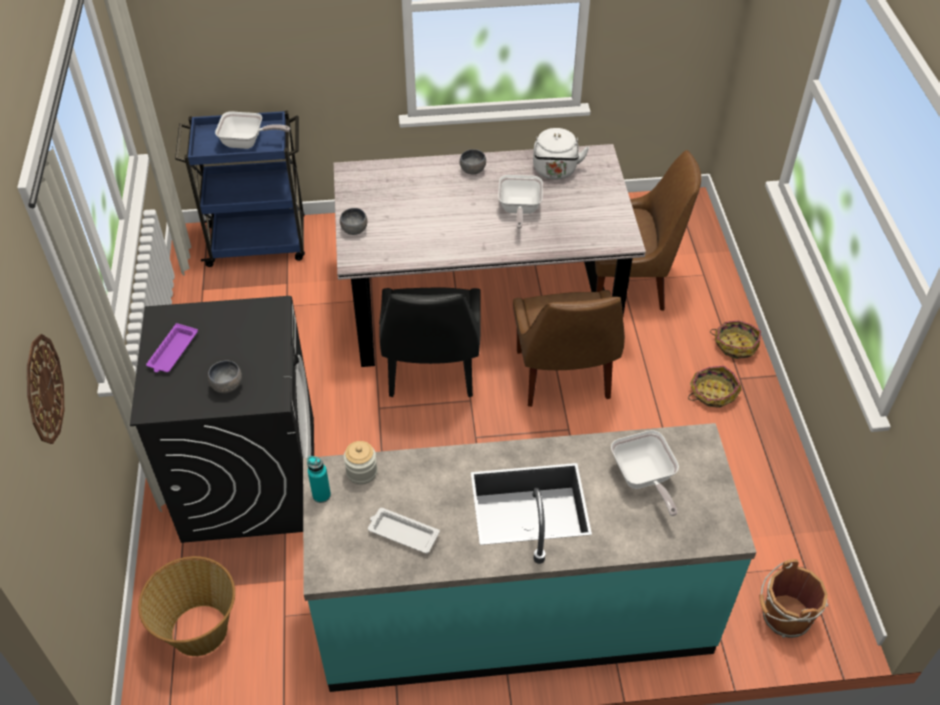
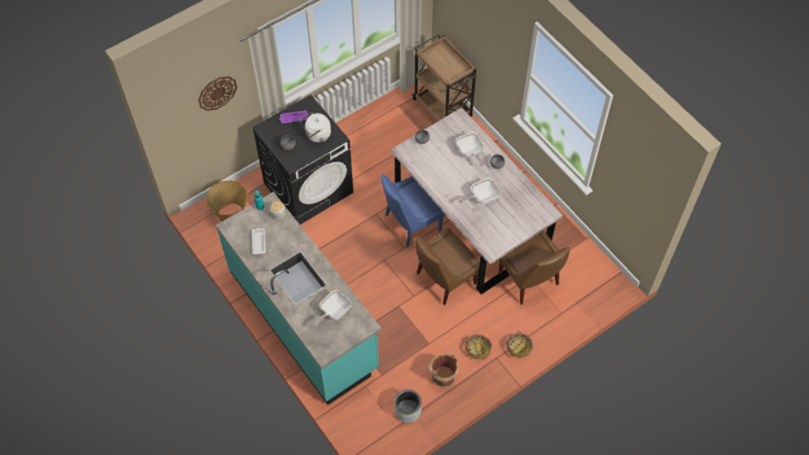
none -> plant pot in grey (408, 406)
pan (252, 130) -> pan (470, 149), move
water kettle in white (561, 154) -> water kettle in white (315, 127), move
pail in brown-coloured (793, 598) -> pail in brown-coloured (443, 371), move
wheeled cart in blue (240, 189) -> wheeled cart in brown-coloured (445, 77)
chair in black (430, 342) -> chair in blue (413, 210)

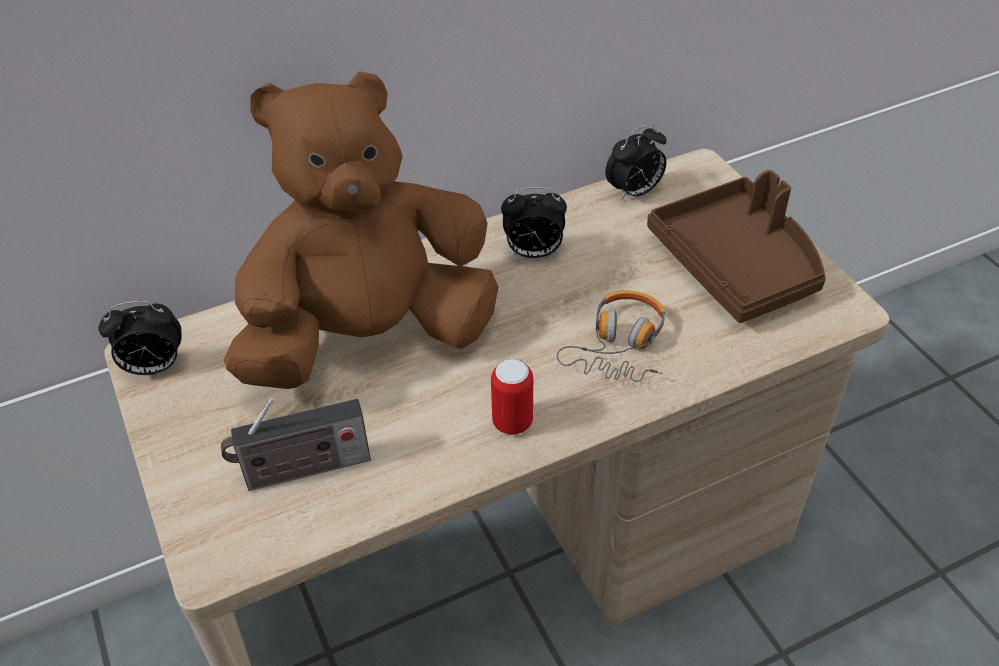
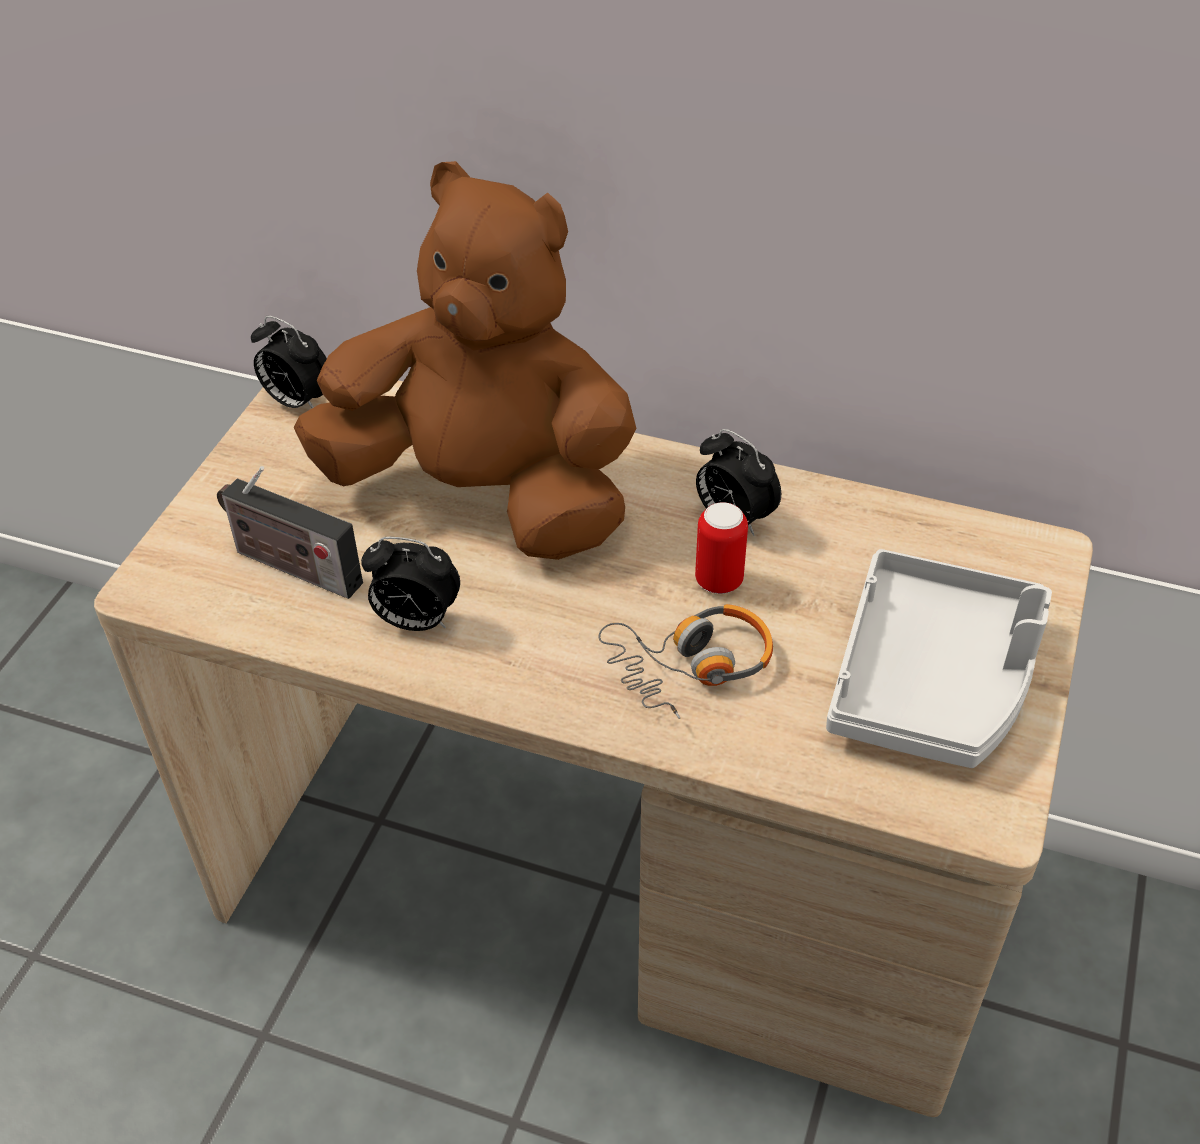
sealed can (512, 397) -> sealed can (721, 548), move
bedside clock (635, 162) -> bedside clock (410, 584), move
serving tray in brown-coloured (736, 246) -> serving tray in grey (939, 658)

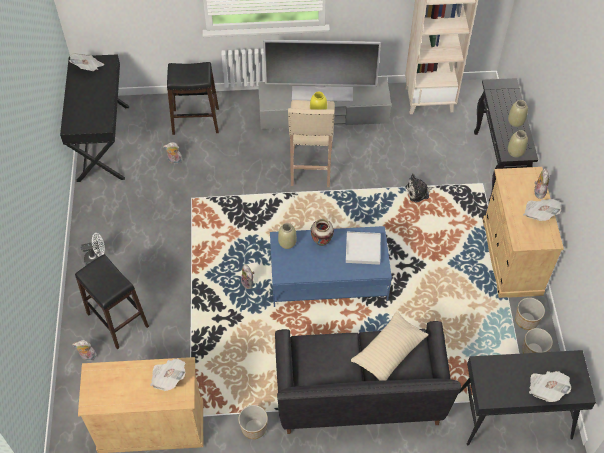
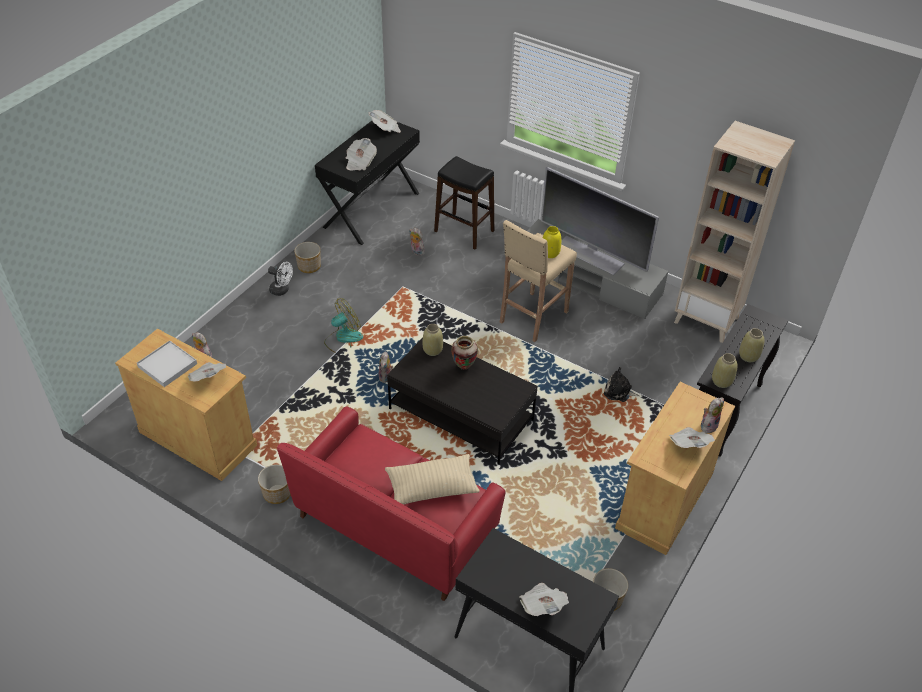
stool seat in black (112, 301) -> none
none -> electric fan (343, 325)
none -> printed paper (361, 154)
serving tray in white (363, 248) -> serving tray in white (167, 363), move
plant pot (530, 314) -> plant pot (307, 257), move
coffee table in blue (331, 266) -> coffee table in black (462, 401)
sofa in black (368, 377) -> sofa in red-coloured (391, 503)

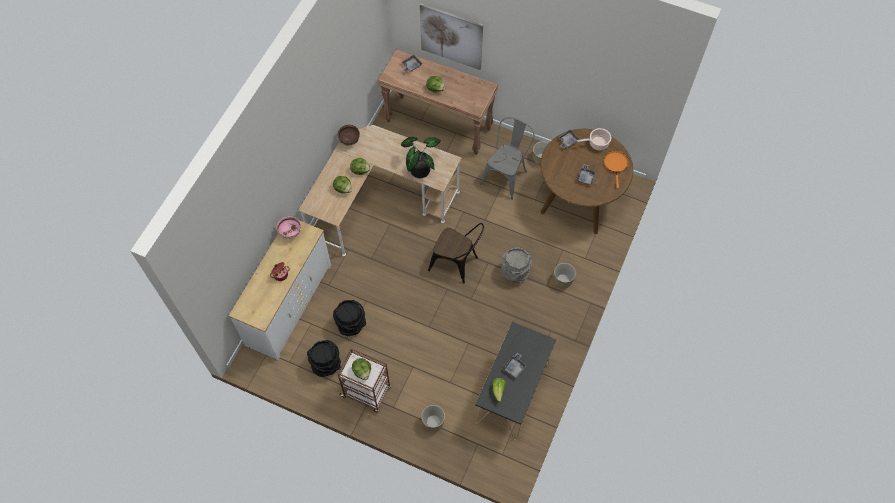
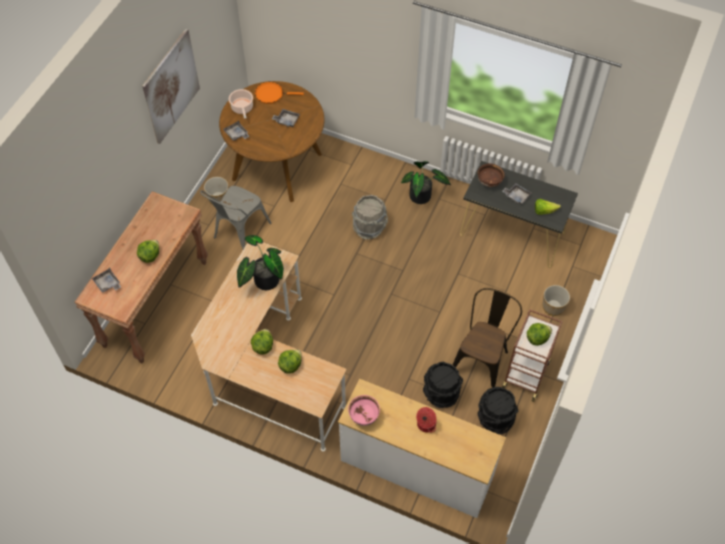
plant pot (565, 275) -> none
none -> potted plant (426, 182)
serving bowl in brown-coloured (349, 135) -> serving bowl in brown-coloured (491, 175), move
picture (451, 36) -> picture (171, 86), move
chair in brown-coloured (456, 253) -> chair in brown-coloured (487, 338), move
chair in grey (507, 158) -> chair in grey (236, 217), 90 degrees counterclockwise

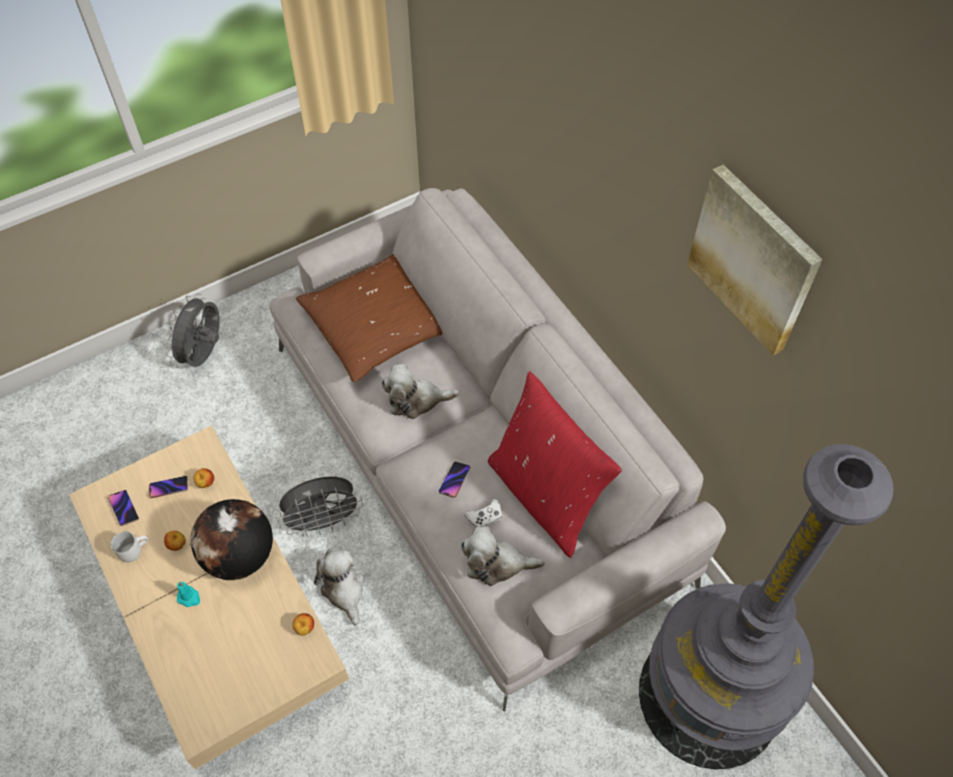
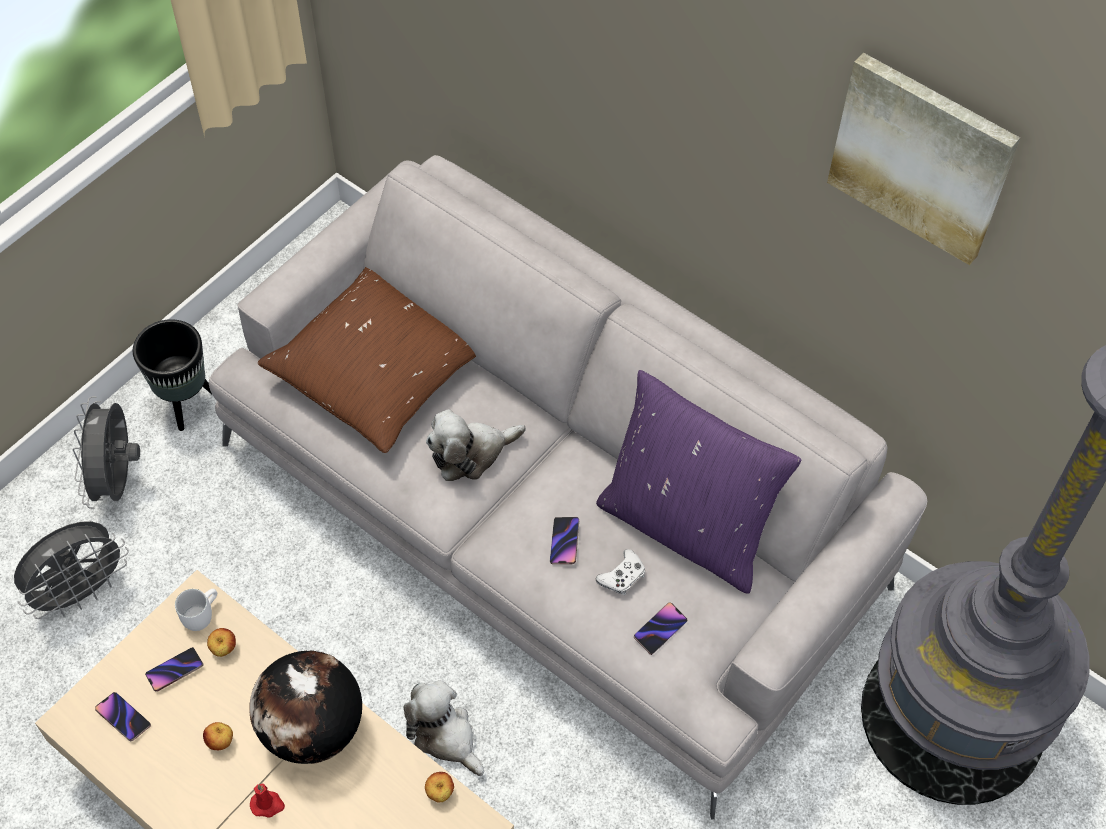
none -> plant pot in black (172, 375)
coffee mug in white (129, 546) -> coffee mug in white (196, 610), move
electric fan in grey (320, 507) -> electric fan in grey (71, 570), move
plush toy (503, 556) -> telephone (660, 628)
wax light in blue-green (188, 594) -> wax light in red-coloured (267, 801)
throw pillow in red-coloured (555, 464) -> throw pillow in purple (699, 482)

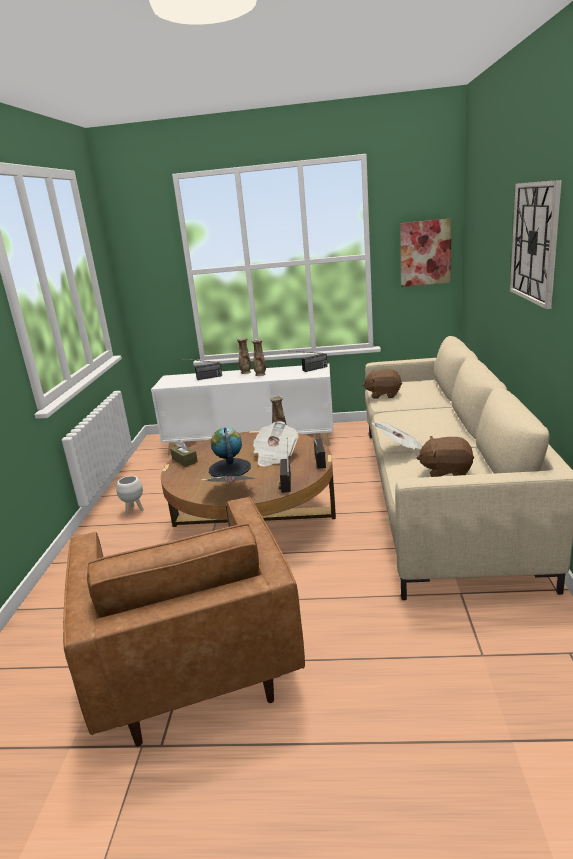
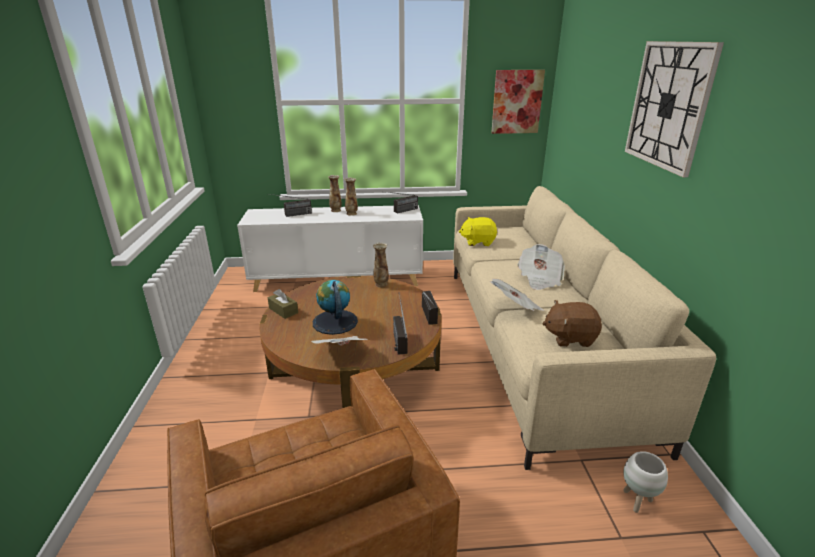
plant pot in white (130, 495) -> plant pot in white (645, 482), move
printed paper (276, 443) -> printed paper (541, 267), move
plush toy in brown-coloured (382, 384) -> plush toy in yellow (478, 231)

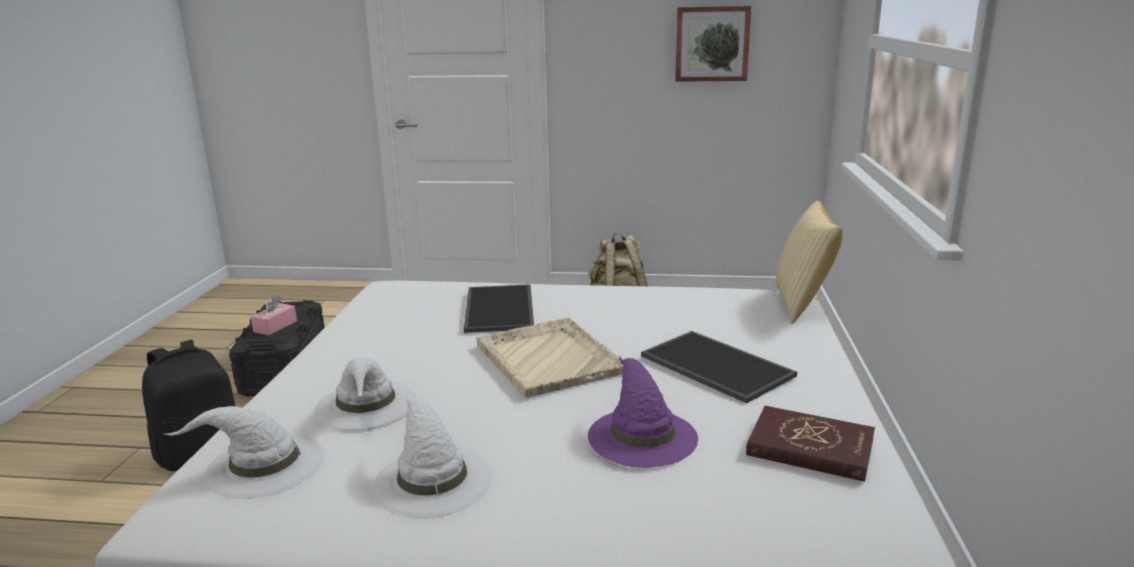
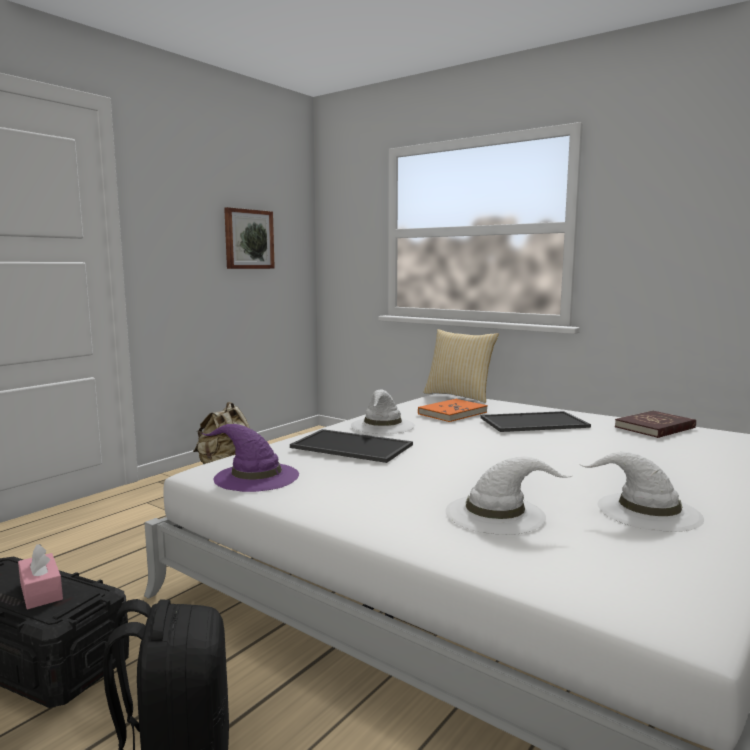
serving tray in sand-coloured (550, 357) -> none
none -> volume in orange-coloured (453, 410)
hat in white (244, 452) -> hat in white (383, 412), move
hat in purple (643, 412) -> hat in purple (250, 458), move

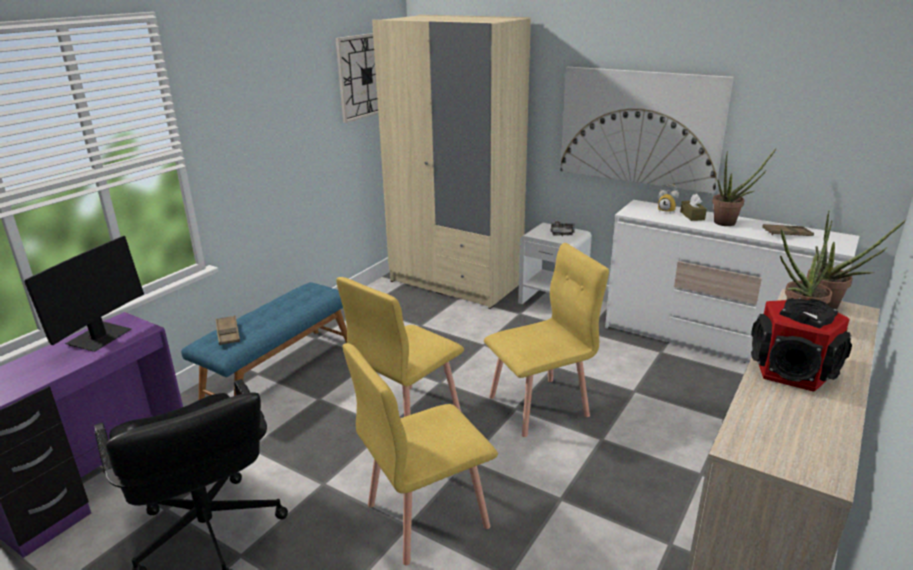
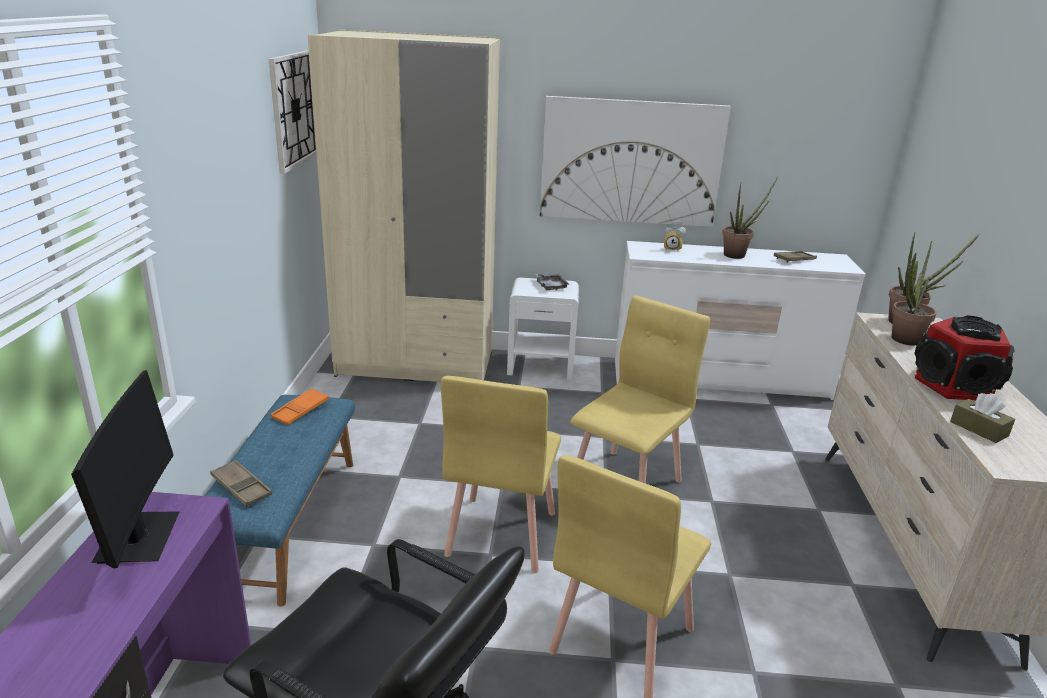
none -> serving tray in orange-coloured (300, 406)
tissue holder in brown-coloured (693, 207) -> tissue holder in brown-coloured (982, 418), move

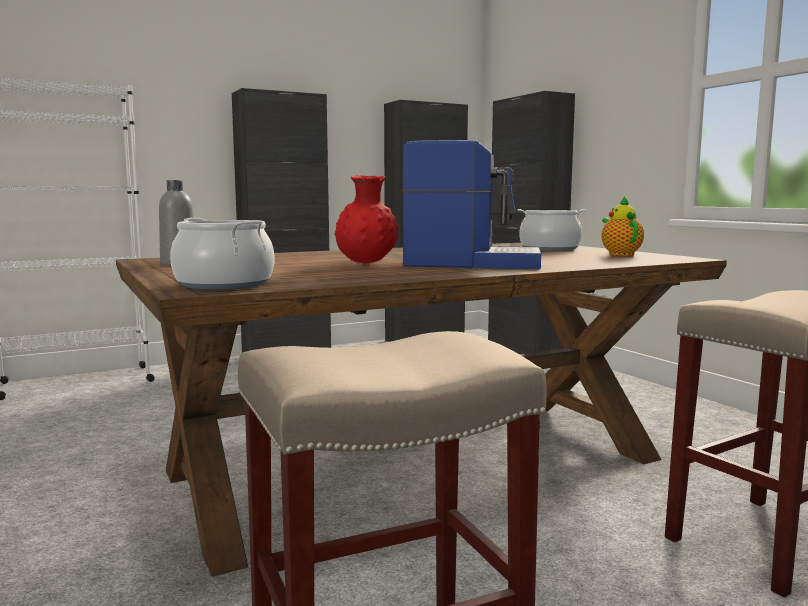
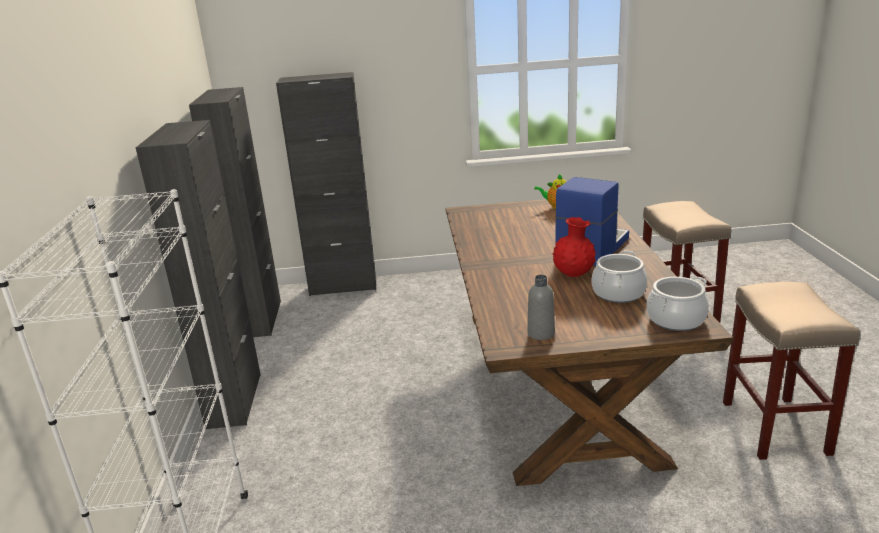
saucepot (551, 230) -> saucepot (619, 277), move

